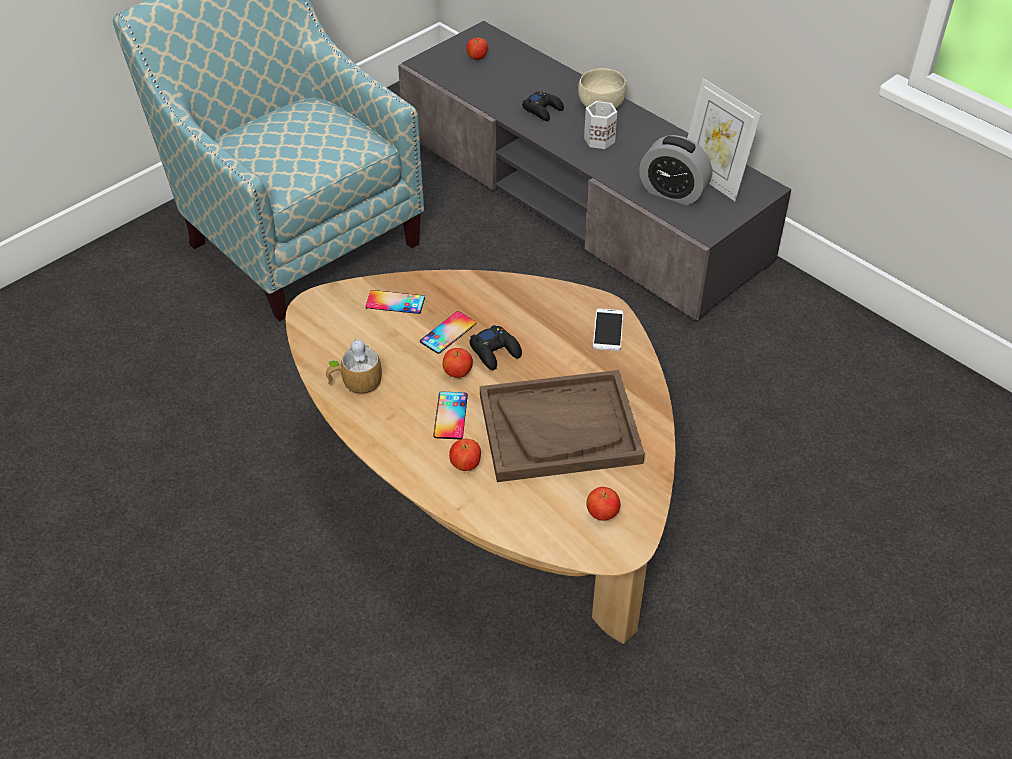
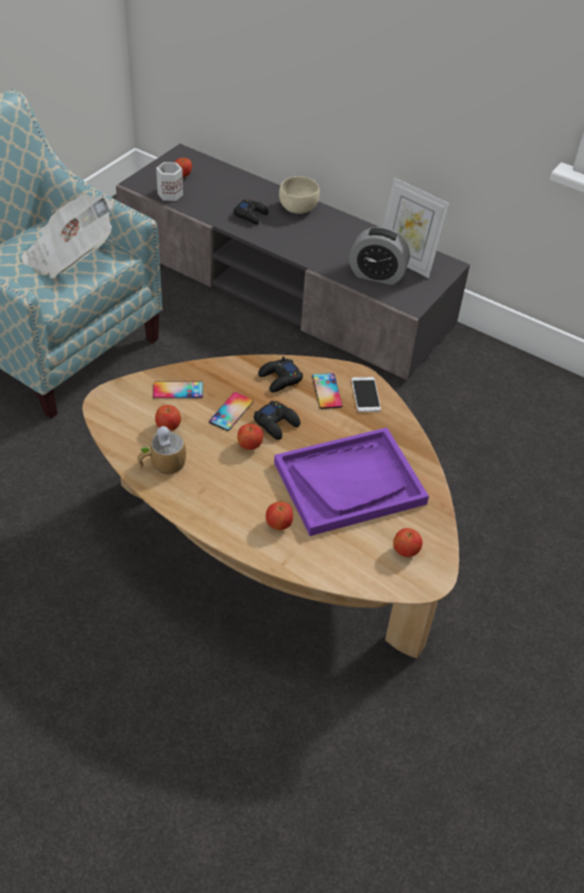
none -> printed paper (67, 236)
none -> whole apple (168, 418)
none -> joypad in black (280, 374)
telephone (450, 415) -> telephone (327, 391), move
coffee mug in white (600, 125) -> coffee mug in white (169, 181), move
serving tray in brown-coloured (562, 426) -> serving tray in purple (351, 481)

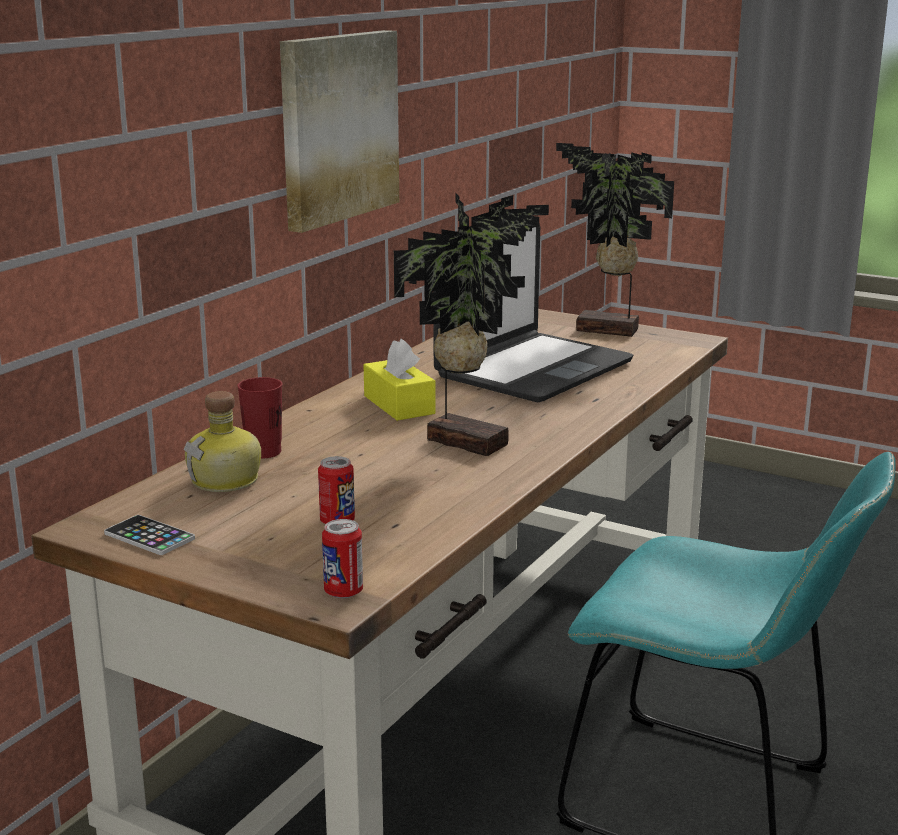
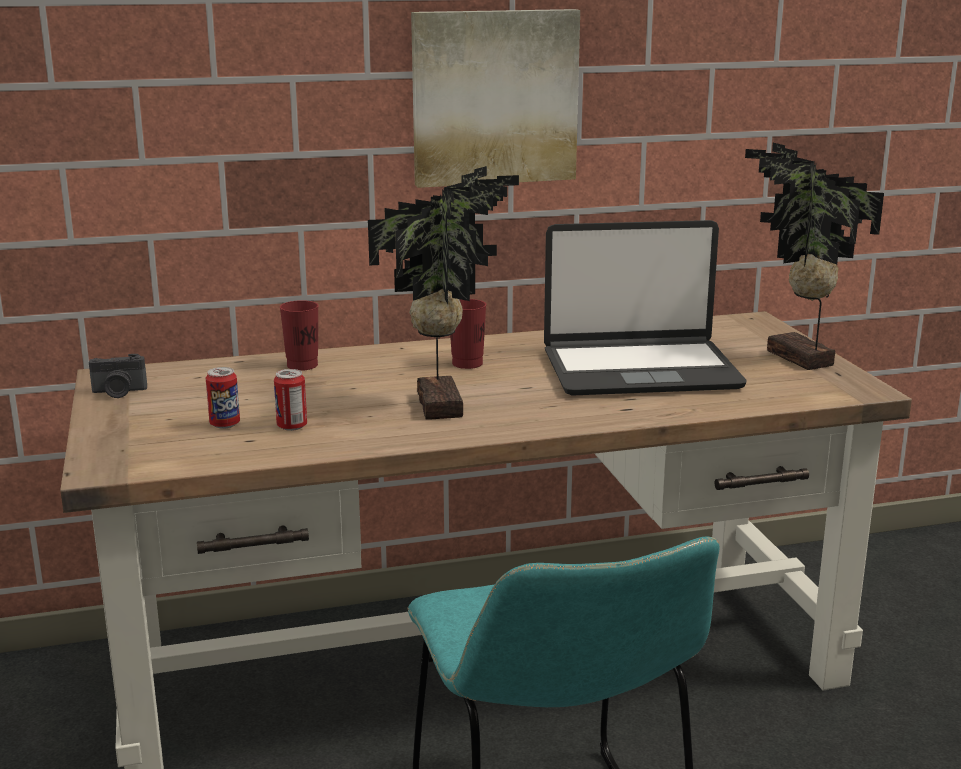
beverage bottle (222, 441) -> none
sealed can (342, 558) -> sealed can (290, 400), move
telephone (149, 535) -> still camera (118, 376)
tissue holder in yellow (399, 380) -> cup in red-coloured (468, 334)

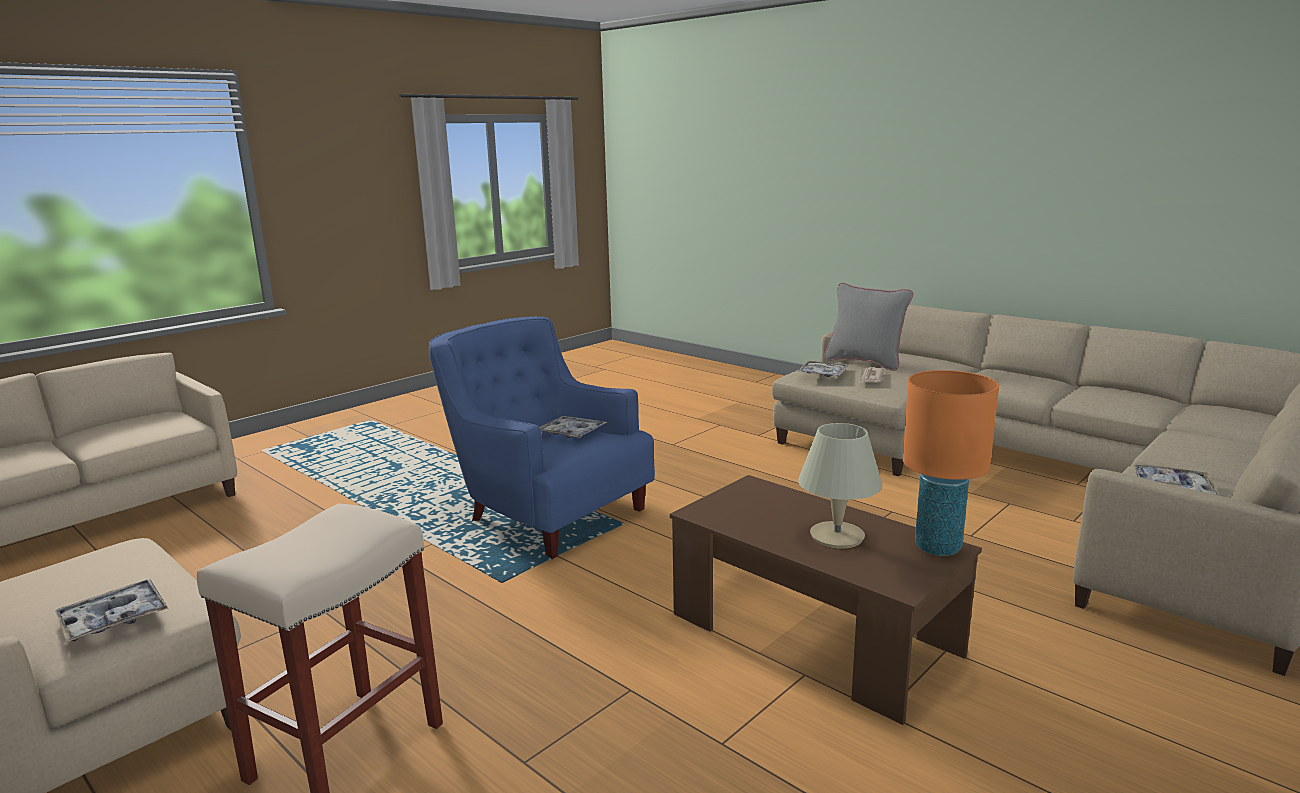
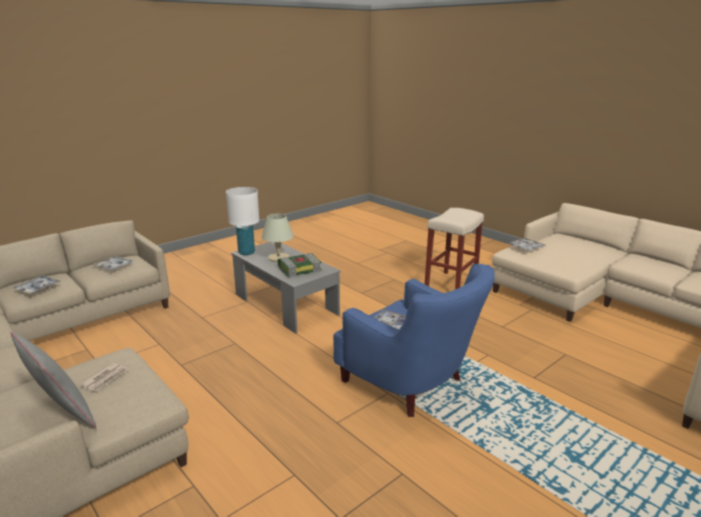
none -> volume (300, 265)
serving tray (823, 368) -> serving tray (36, 285), move
coffee table in brown-coloured (826, 600) -> coffee table in grey (286, 287)
lamp for a table in orange-coloured (951, 463) -> lamp for a table in white (242, 221)

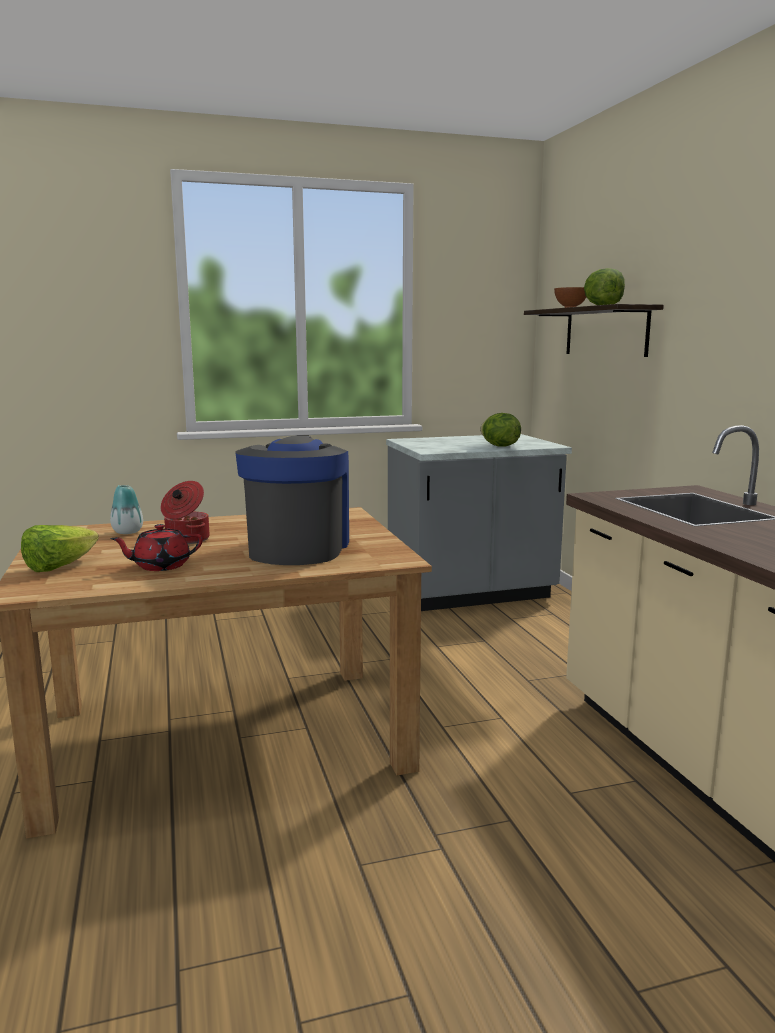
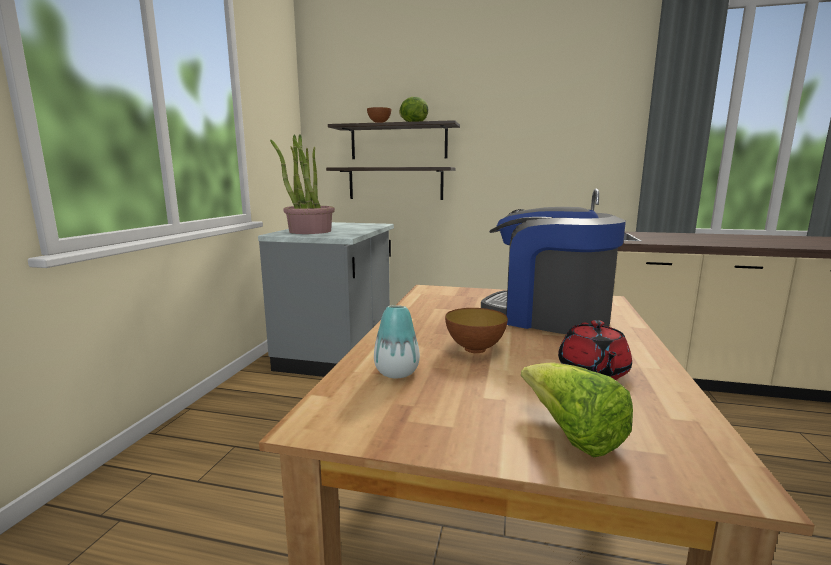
lettuce (500, 430) -> none
none -> potted plant (302, 184)
none -> shelf (390, 183)
saucepot (185, 512) -> serving bowl (476, 330)

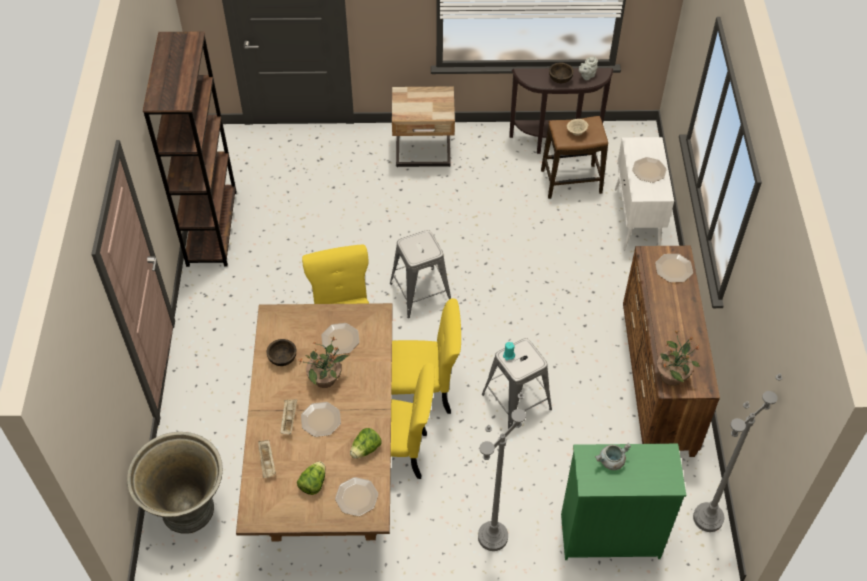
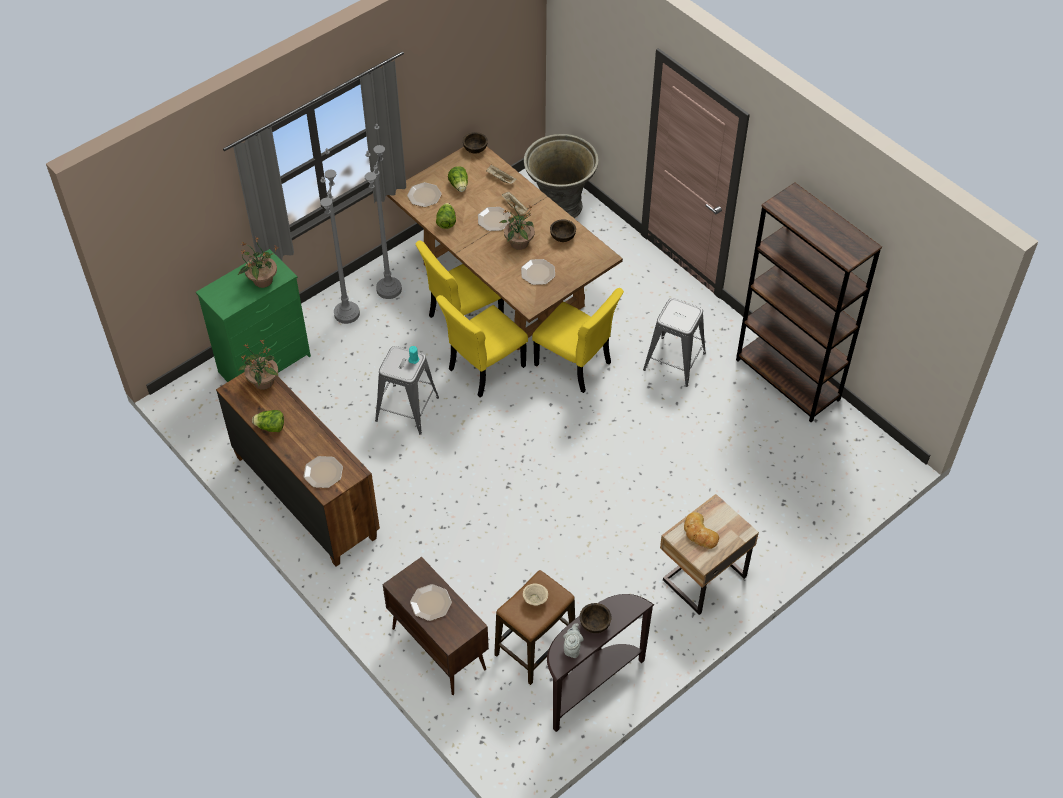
none -> lettuce (268, 421)
none -> serving bowl in brown-coloured (475, 143)
none -> bread (701, 530)
stool seat in grey (420, 274) -> stool seat in grey (674, 342), move
standing lamp in grey (737, 452) -> standing lamp in grey (383, 211), move
saucepot in grey (613, 456) -> potted plant (257, 262)
storage cabinet in white (644, 193) -> storage cabinet in brown-coloured (436, 626)

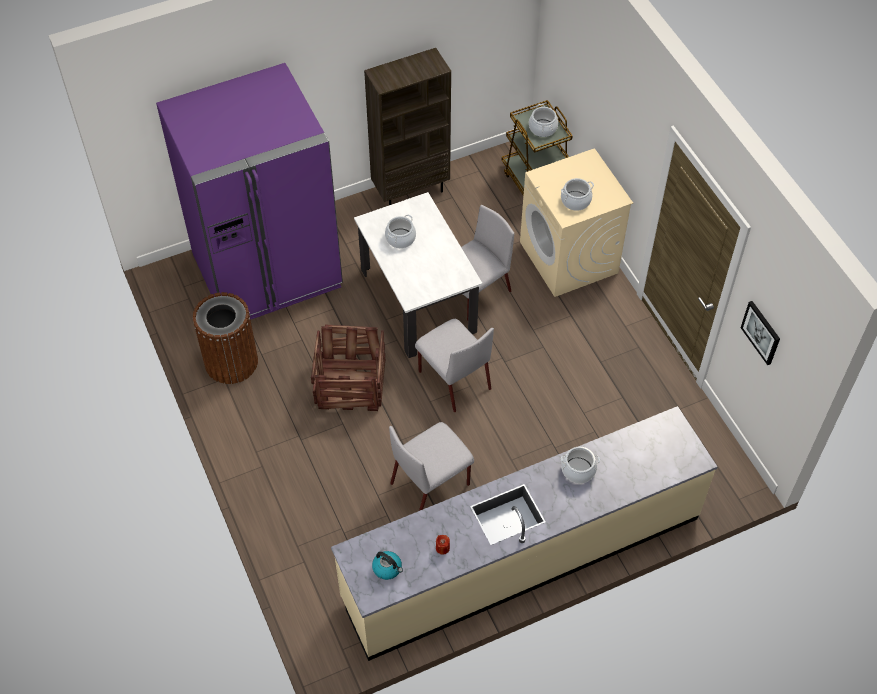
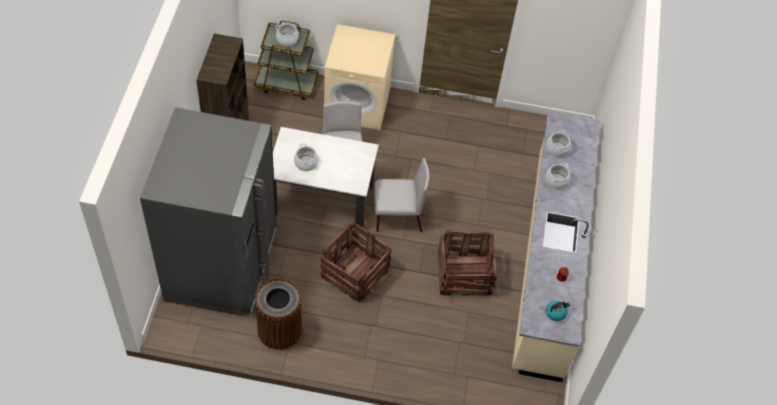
picture (760, 333) -> none
saucepot (577, 194) -> saucepot (559, 143), move
chair in grey (431, 466) -> packing crate (467, 263)
refrigerator in purple (249, 191) -> refrigerator in grey (208, 211)

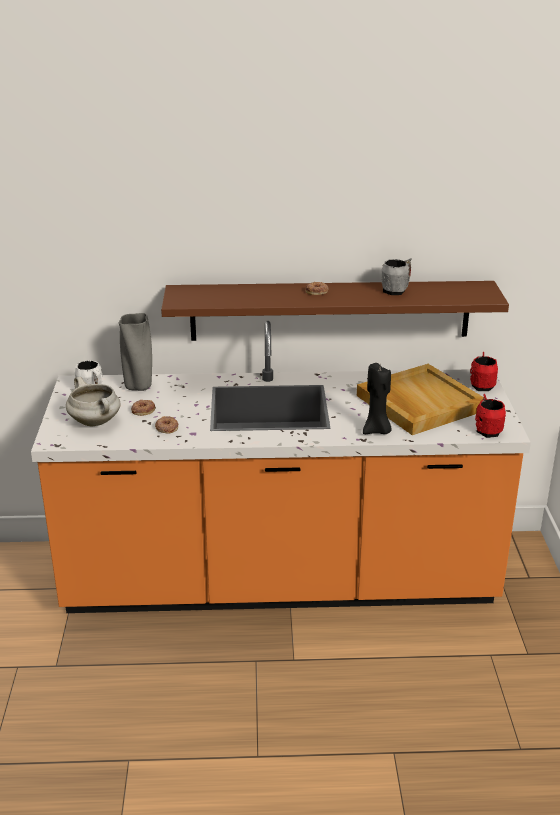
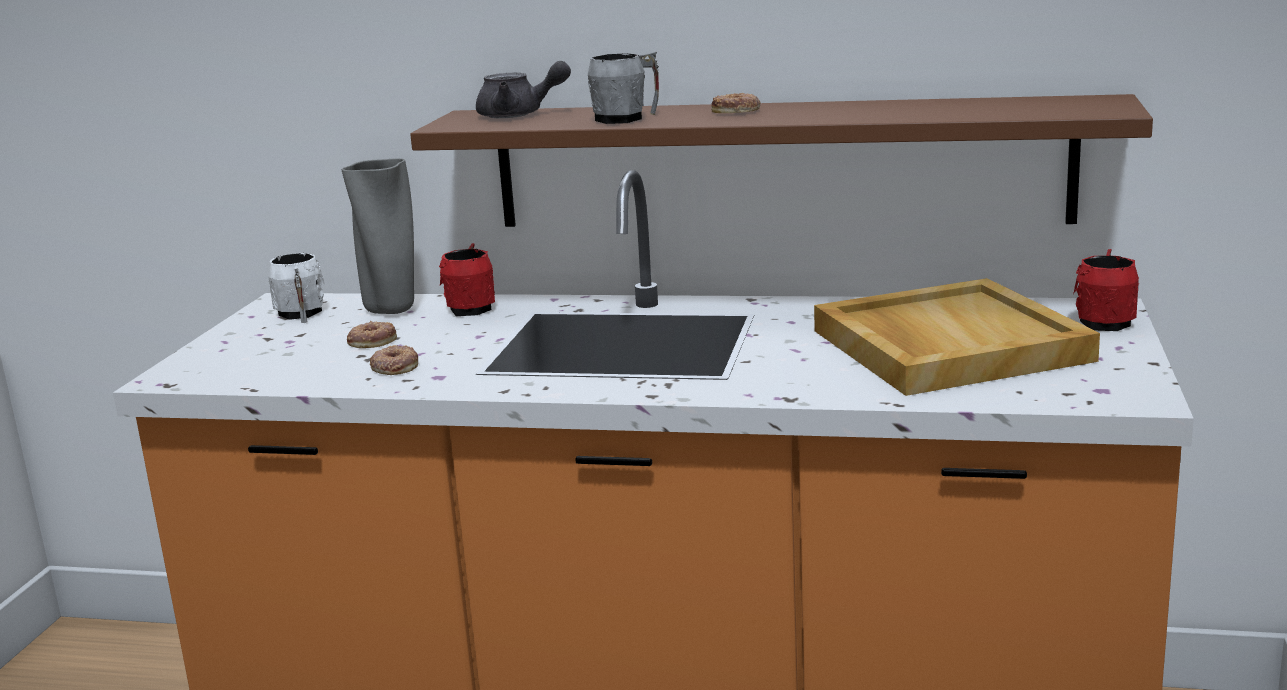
saucepot in white (93, 401) -> none
wax light in black (377, 398) -> none
none -> tea pot in grey (523, 89)
coffee mug in grey (397, 276) -> coffee mug in grey (623, 88), move
coffee mug in red-coloured (490, 416) -> coffee mug in red-coloured (467, 279), move

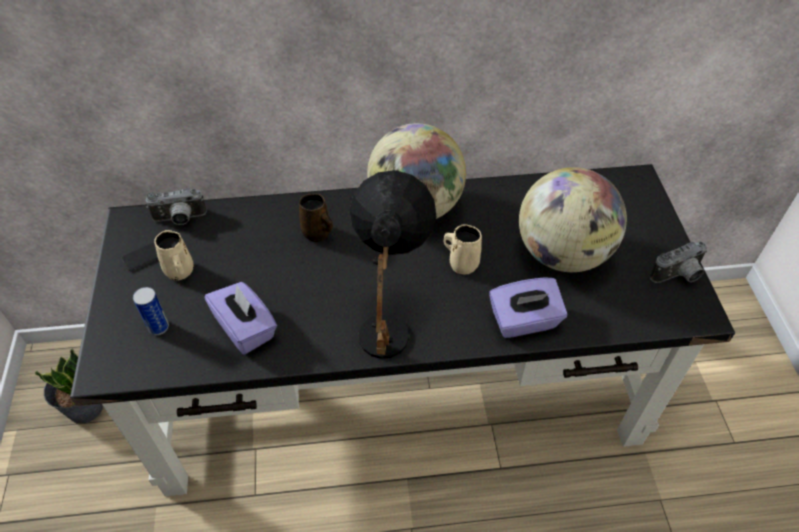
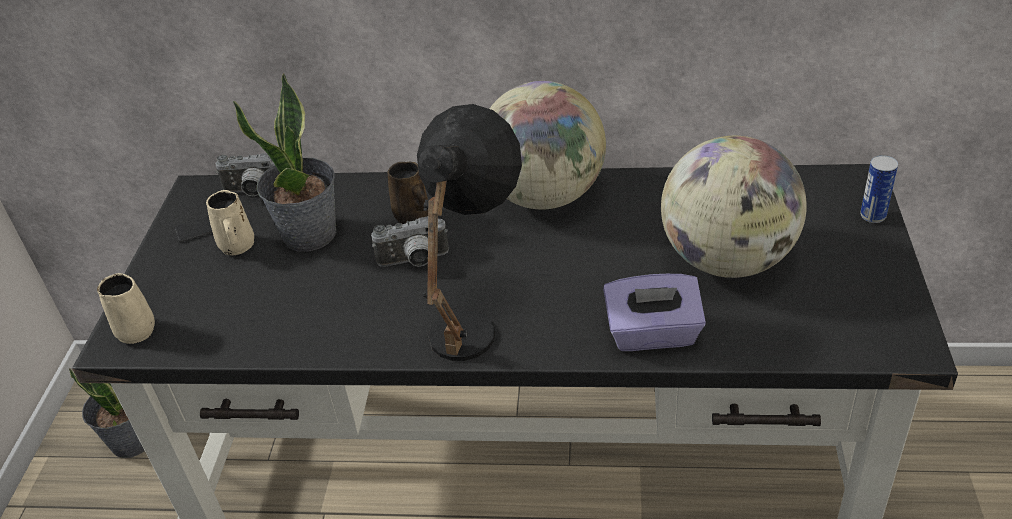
tissue holder in purple (240, 318) -> none
none -> potted plant (284, 162)
sealed can (151, 311) -> sealed can (879, 189), move
coffee mug in sand-coloured (463, 249) -> coffee mug in sand-coloured (126, 308), move
still camera (678, 262) -> still camera (410, 241), move

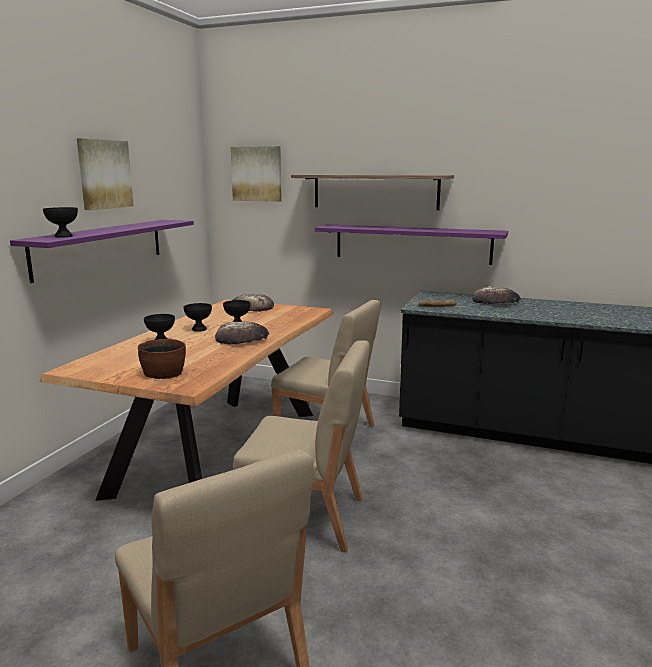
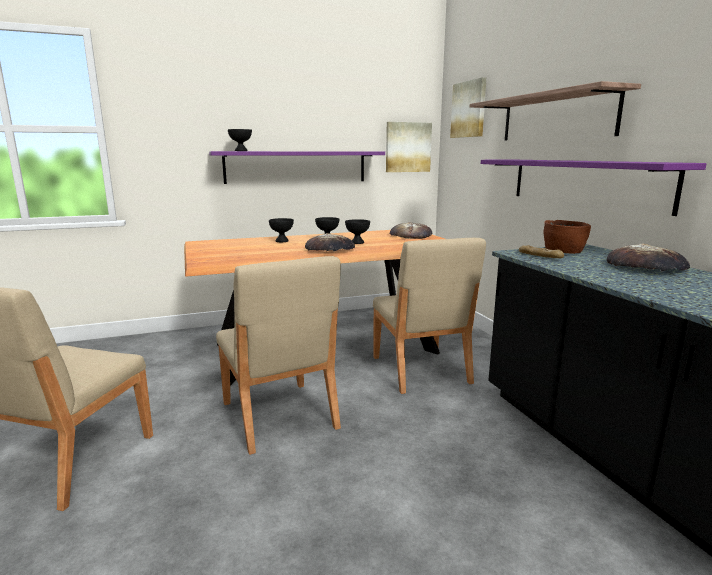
picture (105, 174) -> picture (409, 147), move
serving bowl in brown-coloured (162, 359) -> serving bowl in brown-coloured (567, 237), move

